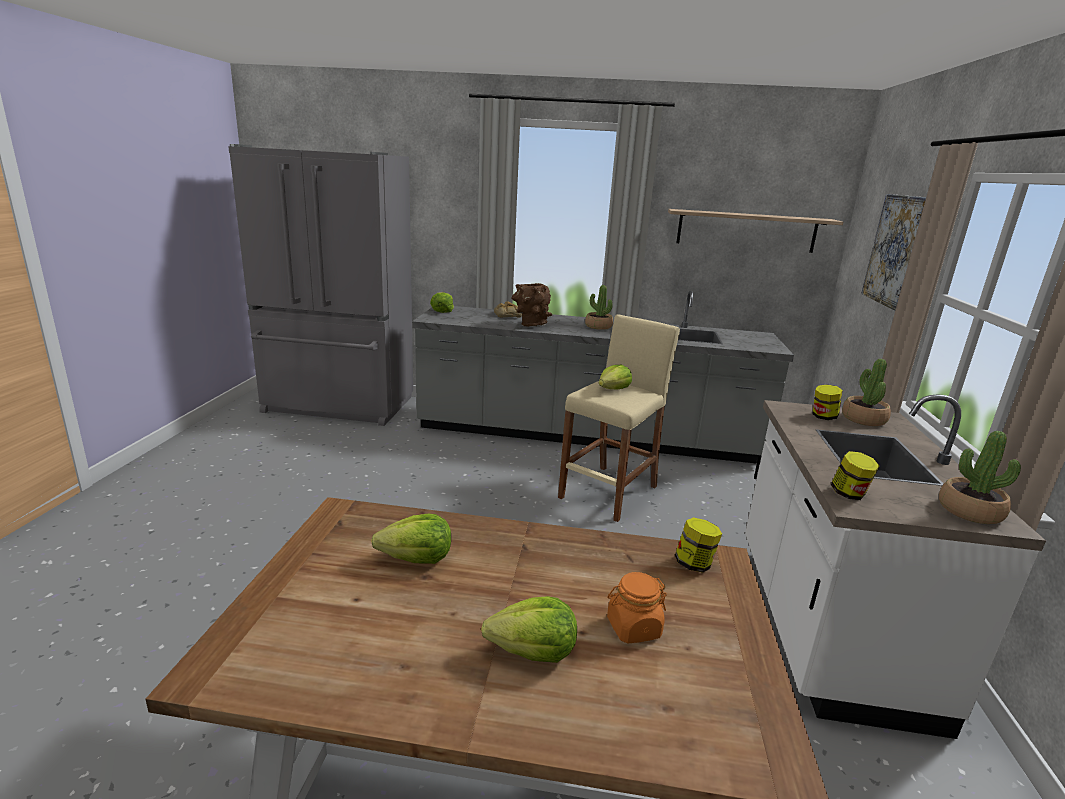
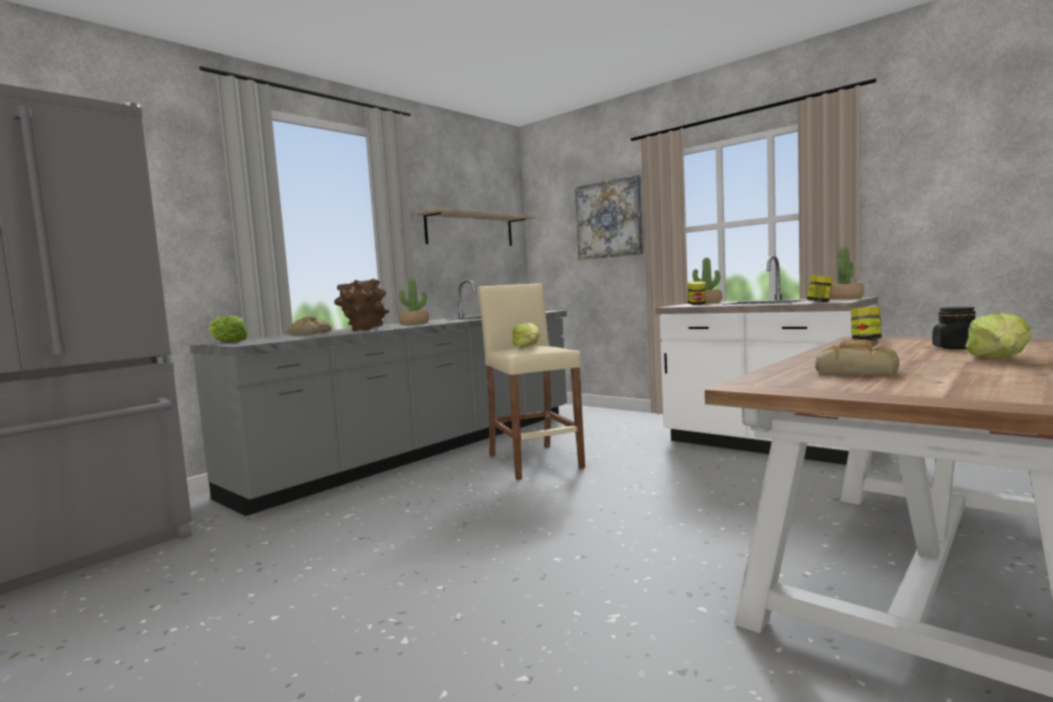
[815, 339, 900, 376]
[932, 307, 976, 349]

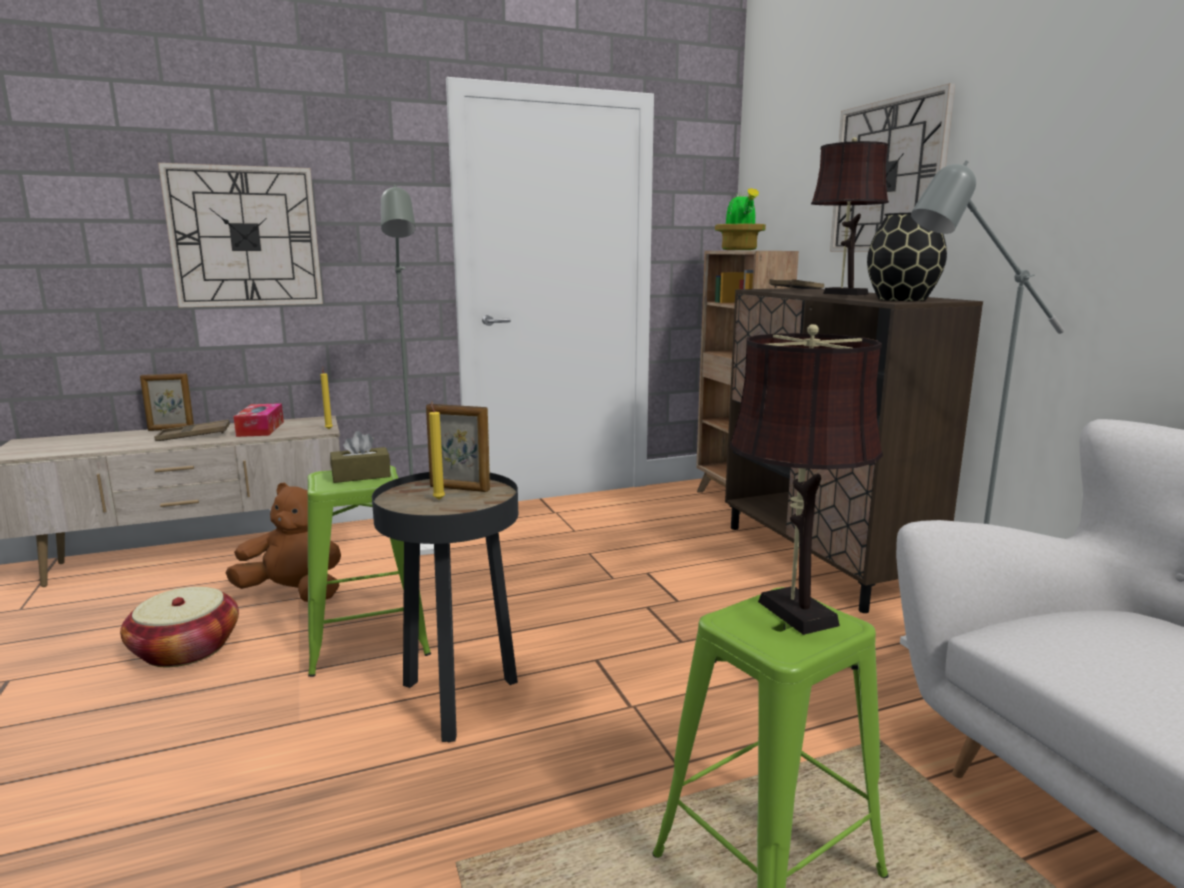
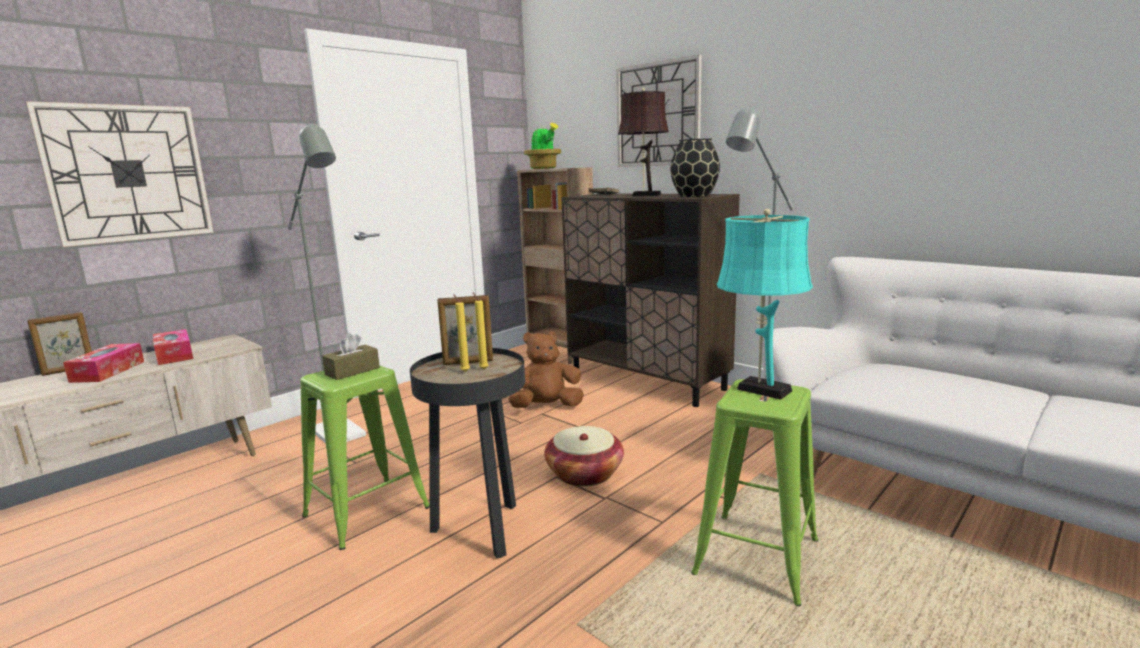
[63, 343, 144, 383]
[473, 293, 488, 369]
[508, 332, 584, 408]
[544, 426, 624, 487]
[717, 209, 813, 400]

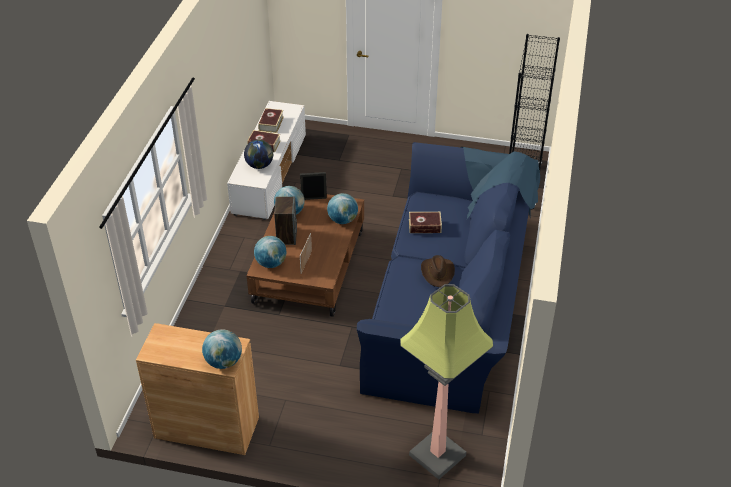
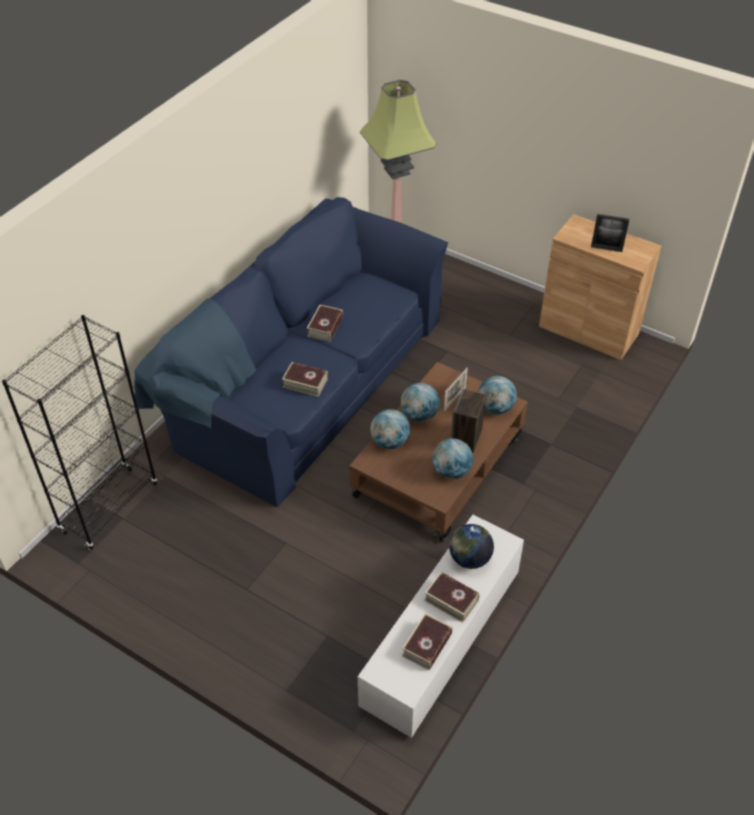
[307, 305, 343, 342]
[401, 383, 440, 422]
[591, 214, 629, 252]

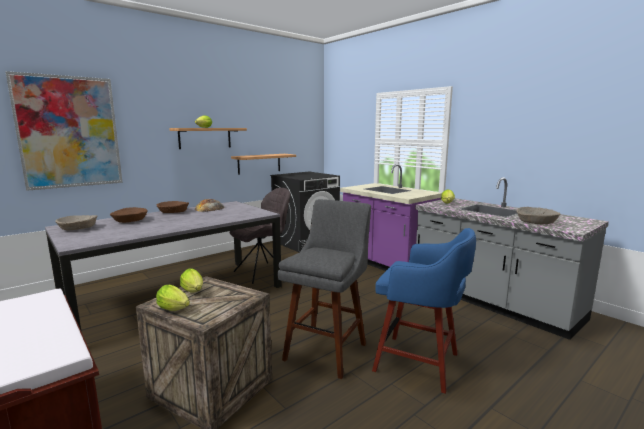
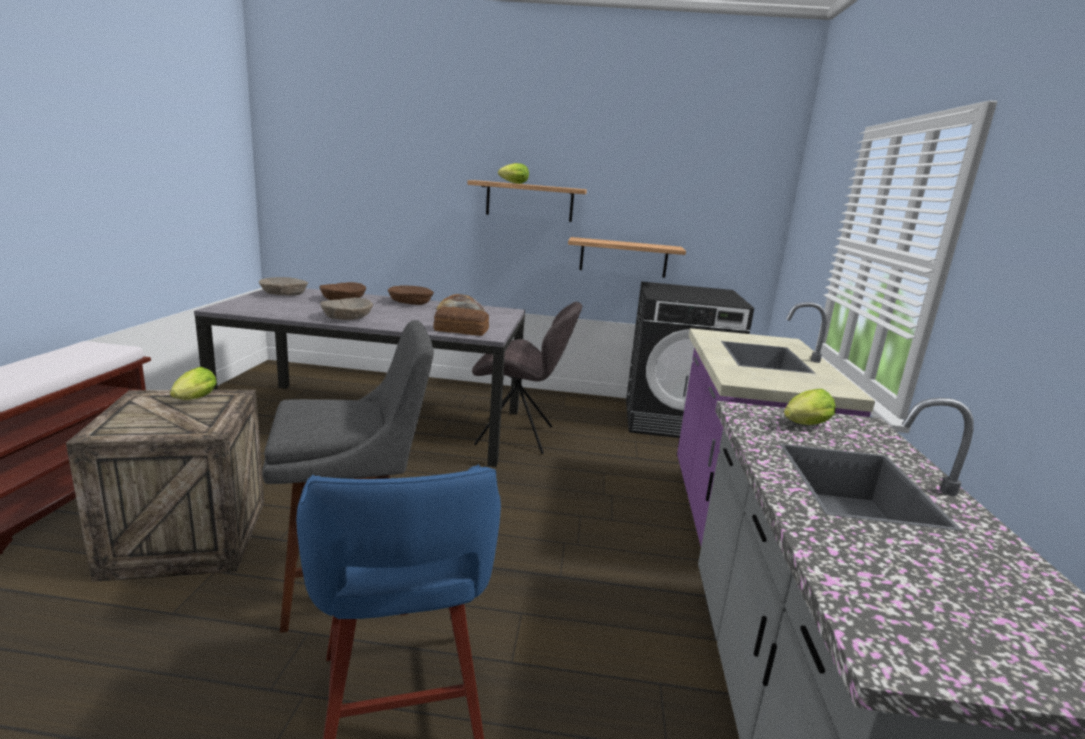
[320, 298, 373, 320]
[434, 307, 489, 336]
[5, 71, 123, 191] (first image)
[156, 285, 190, 311] (first image)

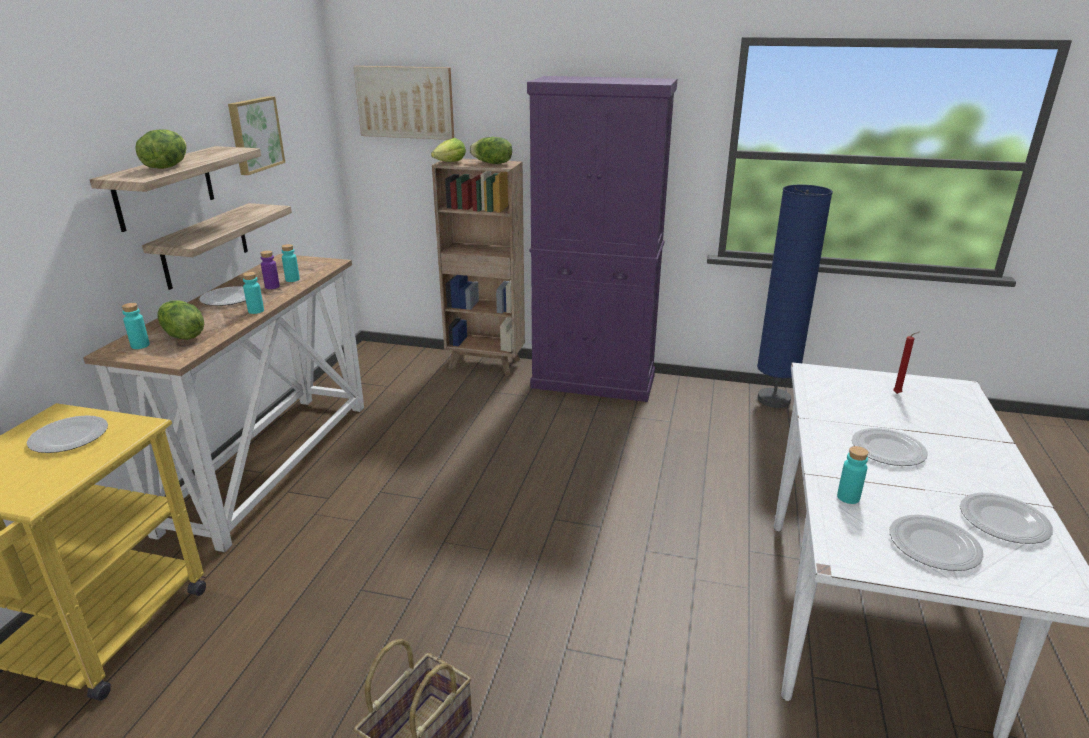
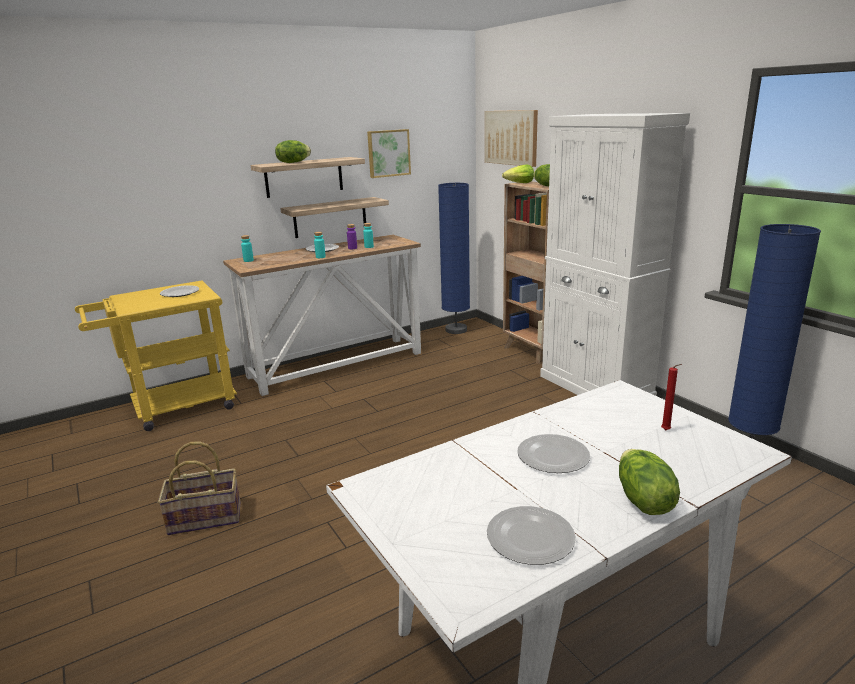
[438, 183, 470, 334]
[540, 113, 690, 396]
[619, 449, 680, 515]
[837, 446, 869, 504] (first image)
[889, 515, 984, 571] (first image)

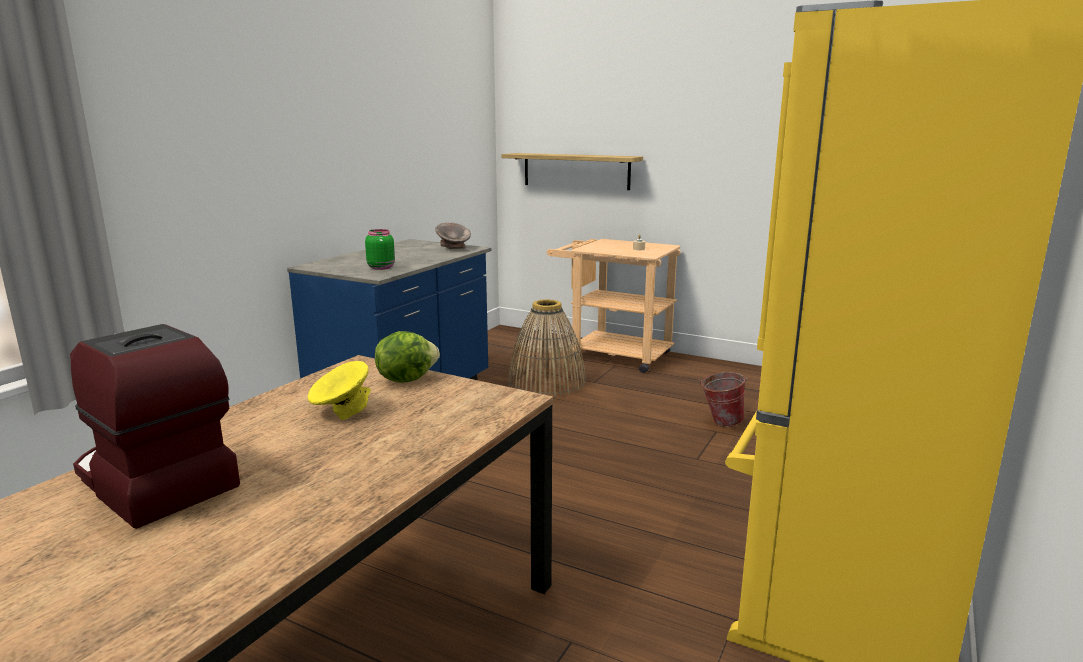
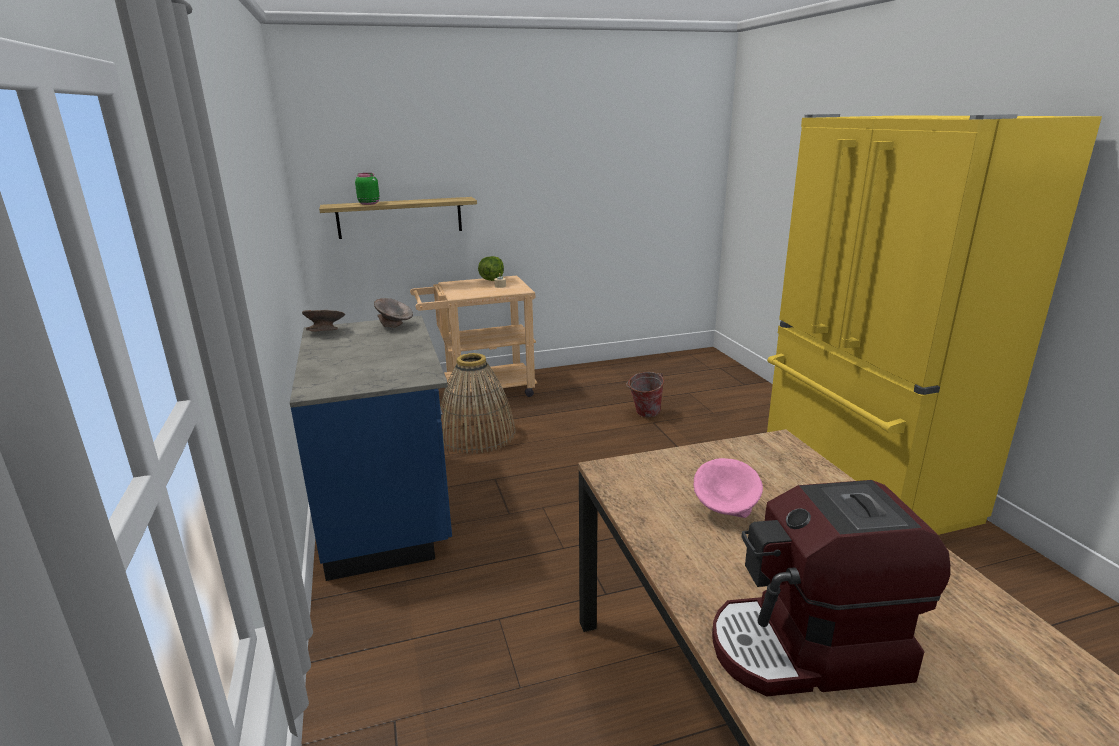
[302, 310, 345, 332]
[355, 173, 380, 205]
[478, 256, 504, 281]
[693, 458, 763, 518]

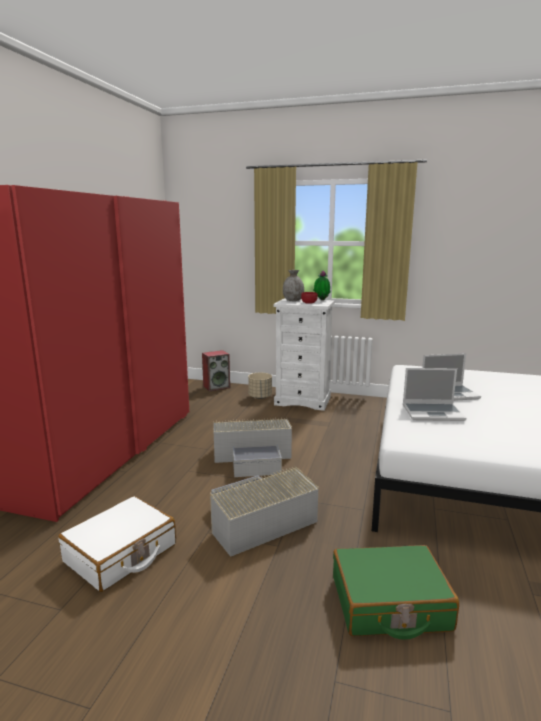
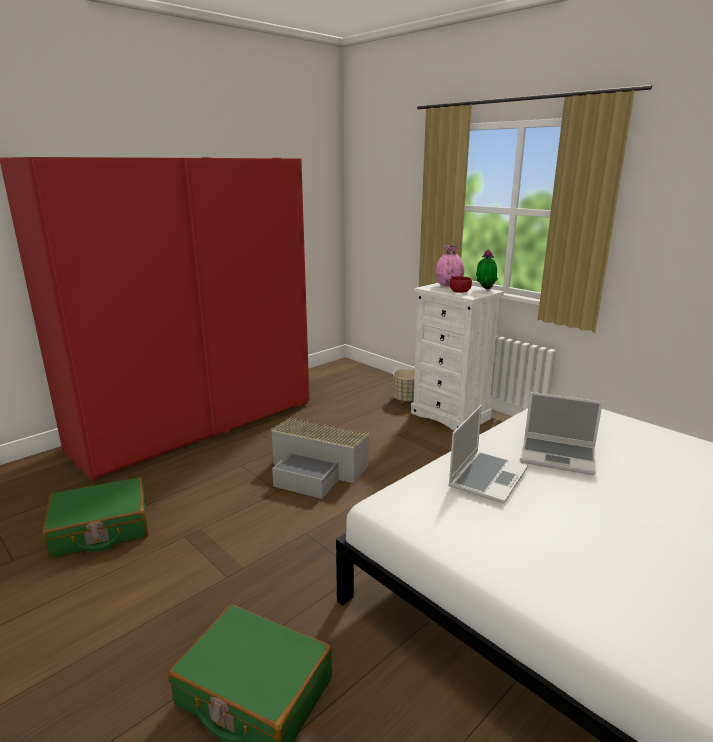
[42, 477, 148, 558]
[436, 245, 464, 287]
[448, 405, 528, 504]
[202, 350, 230, 392] (first image)
[210, 466, 319, 557] (first image)

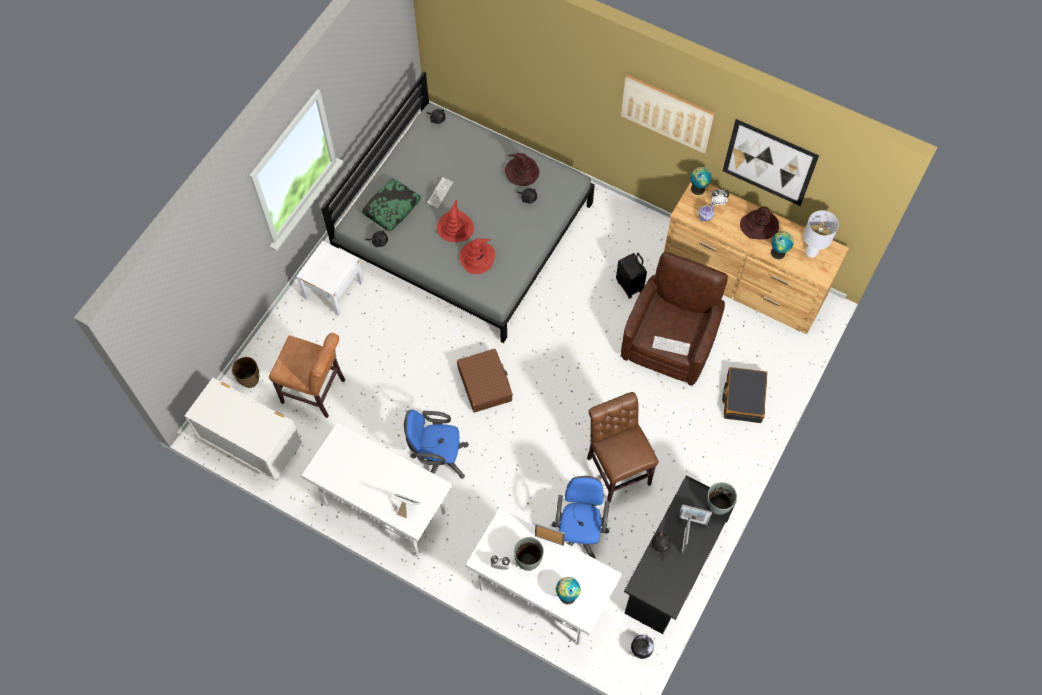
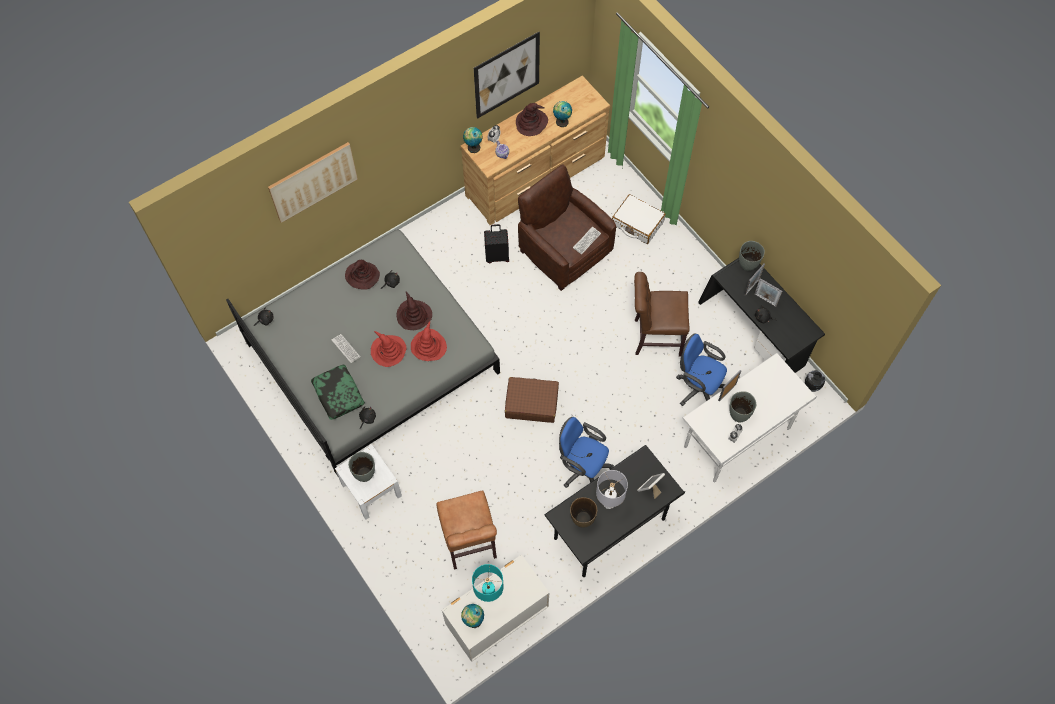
[268, 142, 358, 223]
[348, 452, 375, 482]
[396, 291, 432, 330]
[437, 491, 497, 570]
[461, 604, 484, 628]
[472, 564, 504, 602]
[544, 445, 685, 577]
[559, 417, 614, 488]
[570, 497, 597, 528]
[596, 470, 628, 509]
[612, 194, 666, 244]

